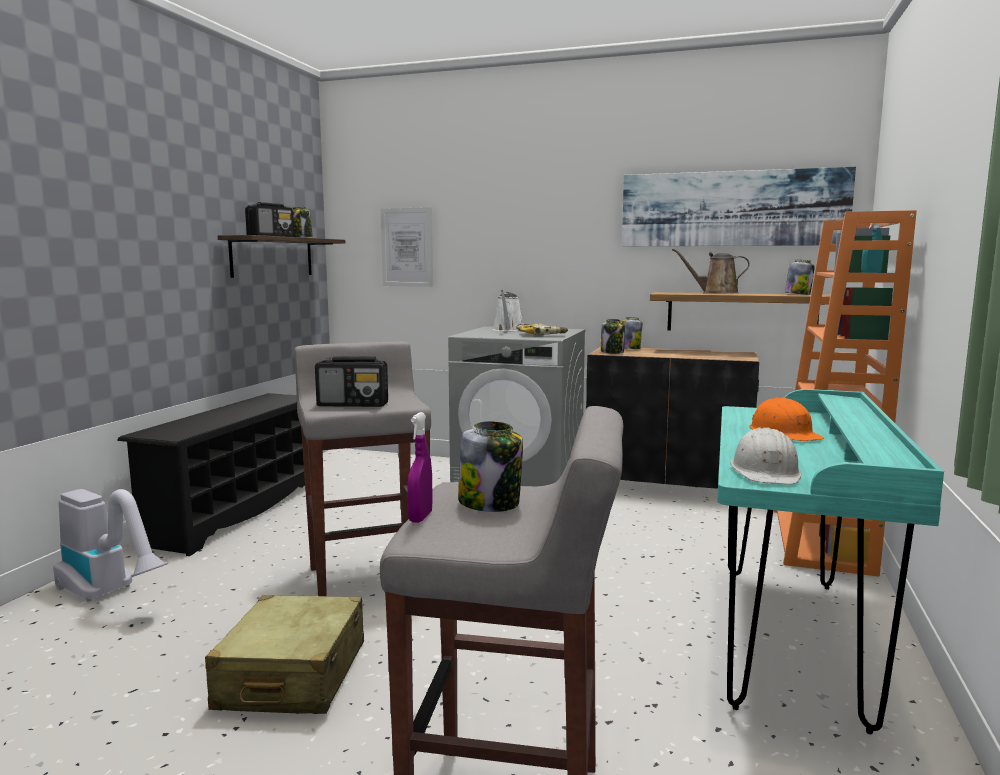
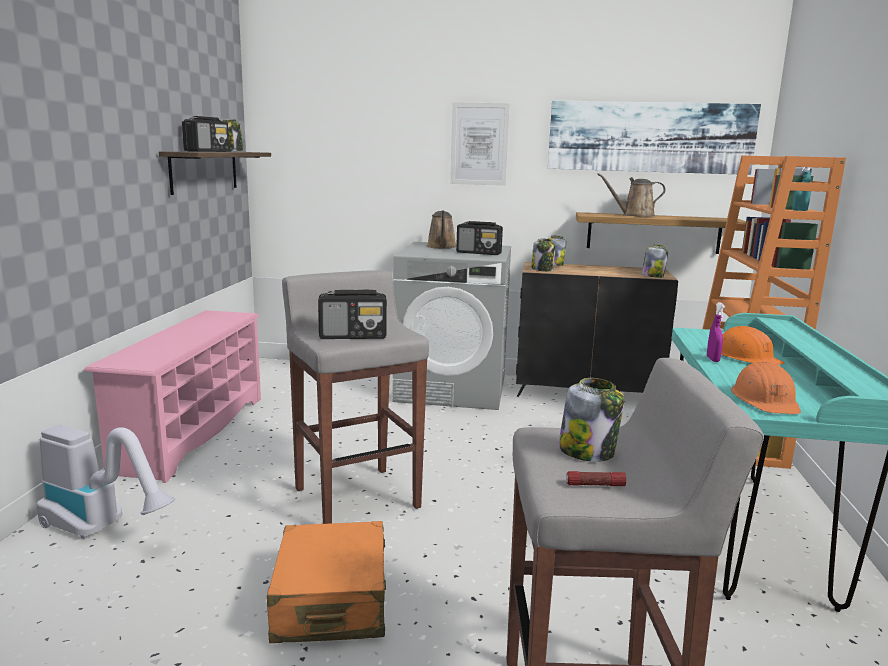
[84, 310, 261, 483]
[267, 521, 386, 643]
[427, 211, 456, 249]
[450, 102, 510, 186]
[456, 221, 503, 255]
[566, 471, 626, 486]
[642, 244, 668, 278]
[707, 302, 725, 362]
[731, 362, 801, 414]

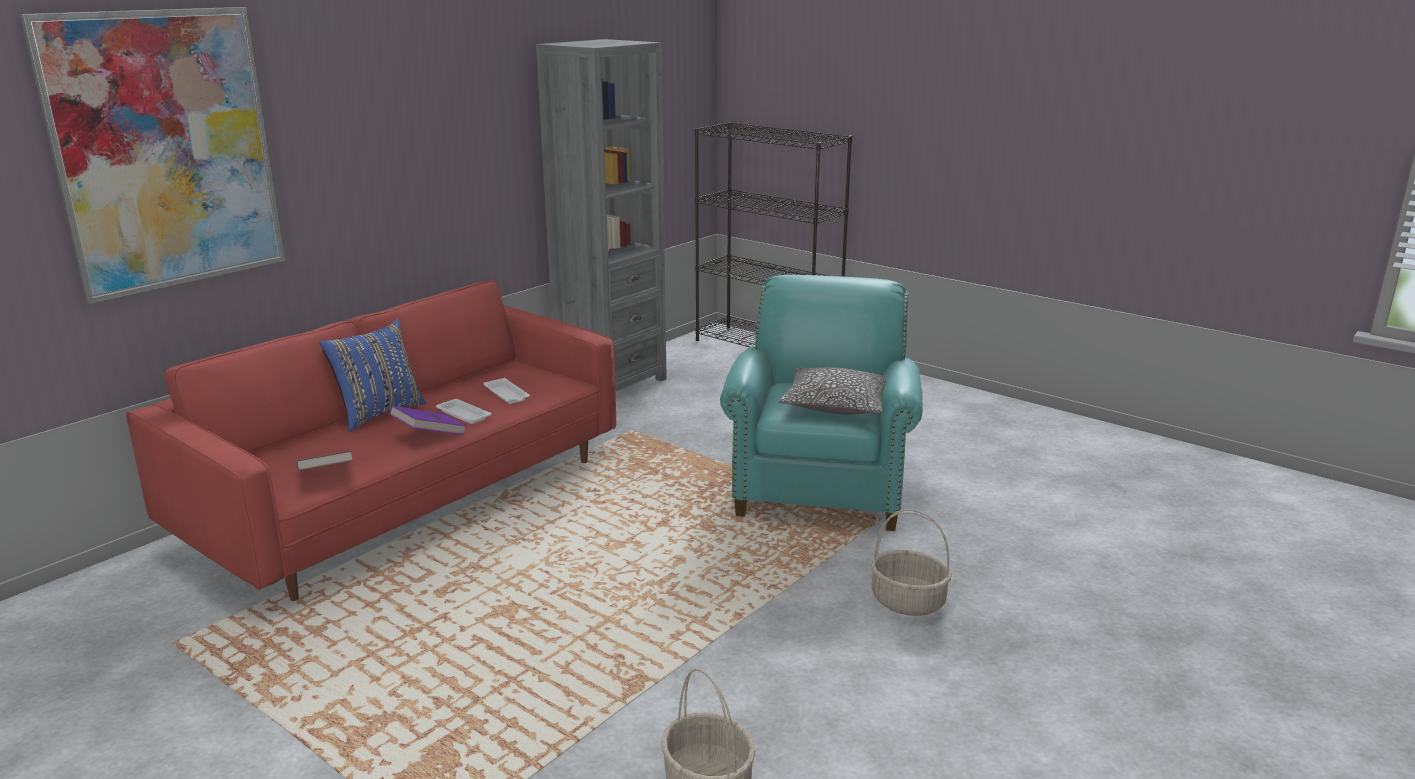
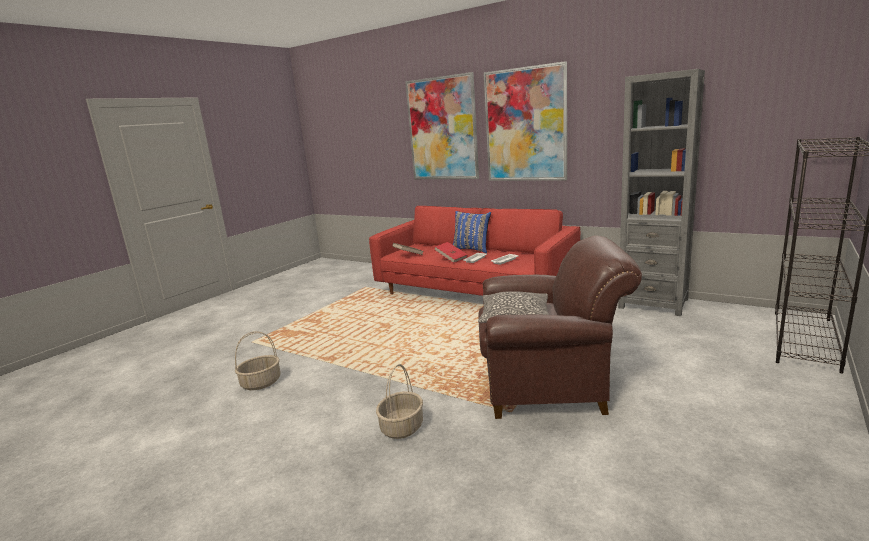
[435, 242, 468, 263]
[479, 236, 642, 419]
[484, 61, 567, 181]

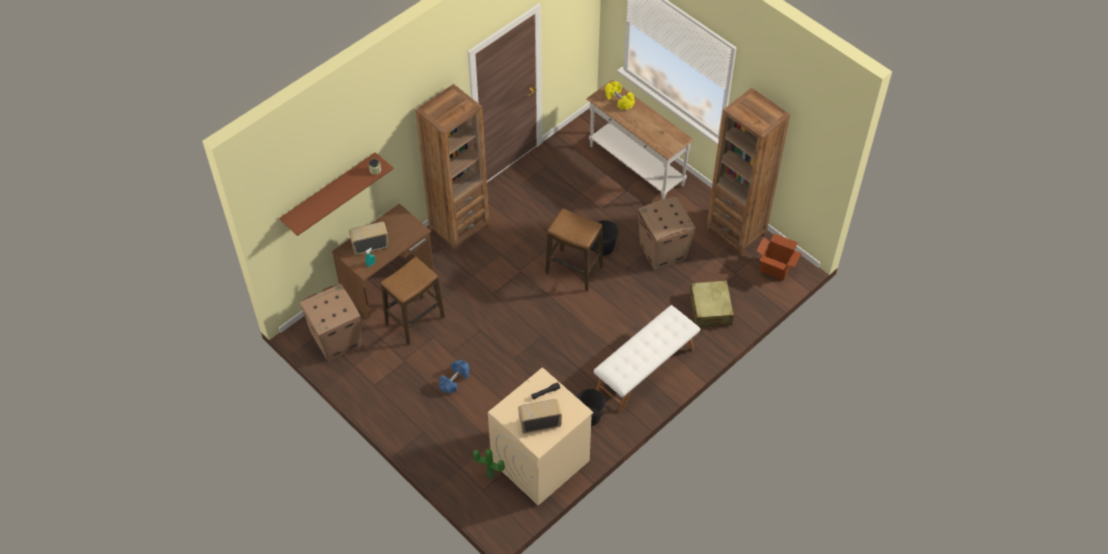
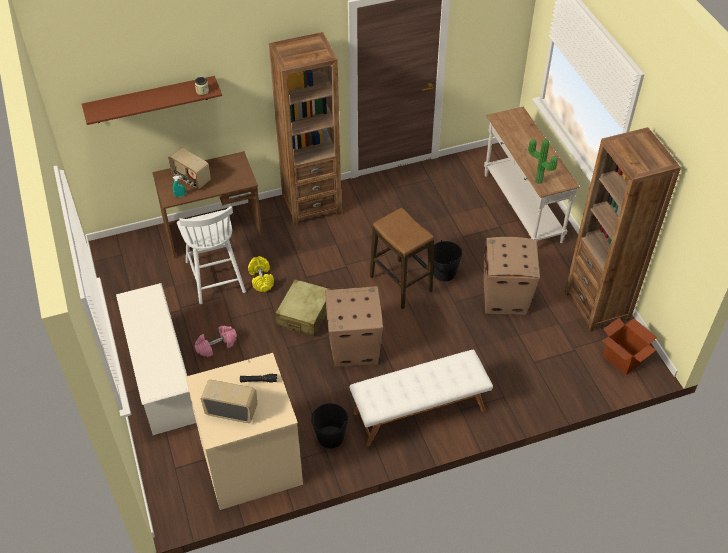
[116, 283, 196, 435]
[168, 148, 211, 189]
[177, 206, 246, 304]
[194, 325, 237, 357]
[248, 256, 274, 292]
[275, 279, 329, 337]
[325, 286, 383, 367]
[528, 139, 558, 184]

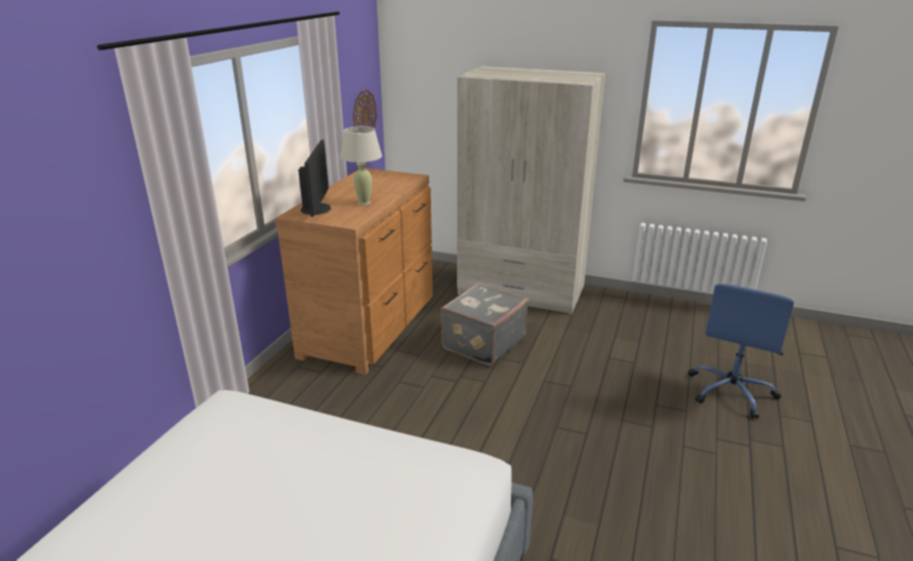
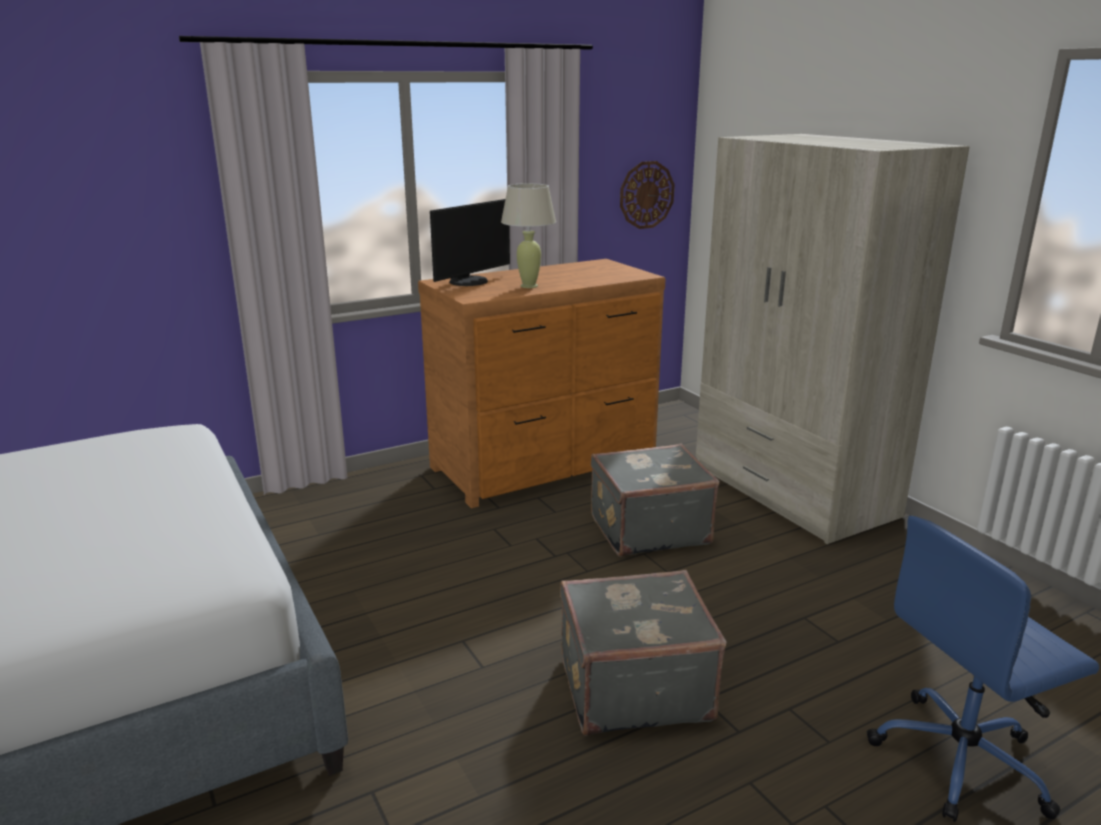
[560, 570, 727, 736]

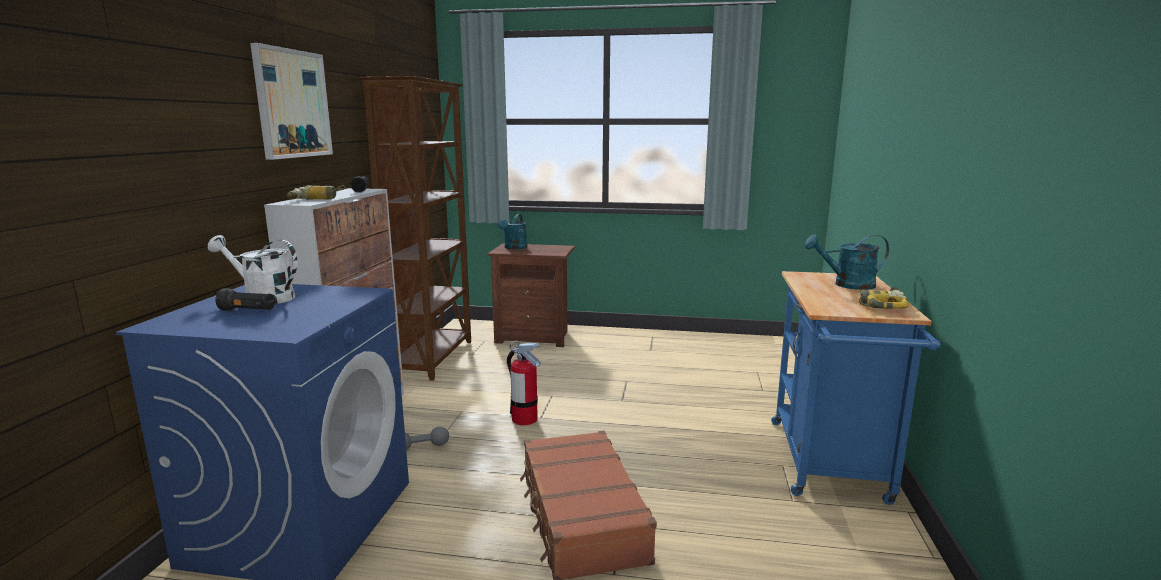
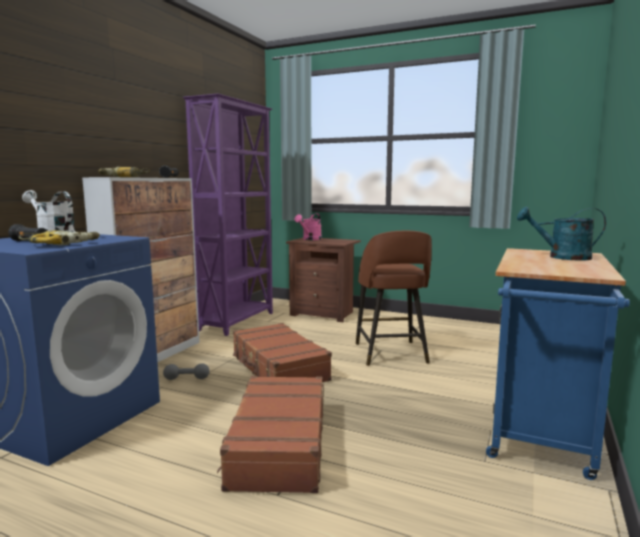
[18, 230, 100, 245]
[183, 94, 273, 336]
[233, 323, 332, 382]
[294, 213, 322, 240]
[356, 231, 432, 366]
[250, 43, 333, 160] (first image)

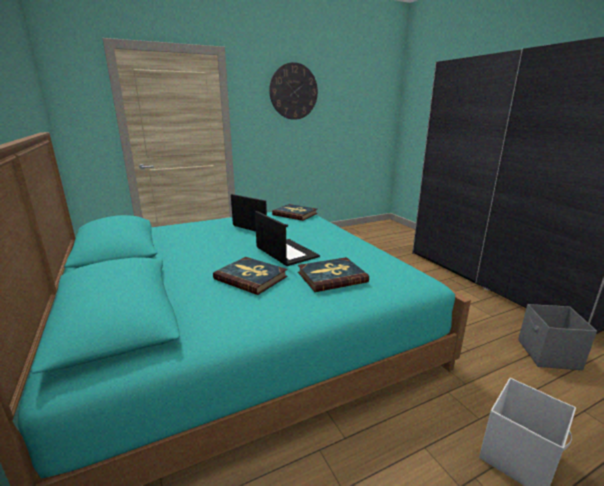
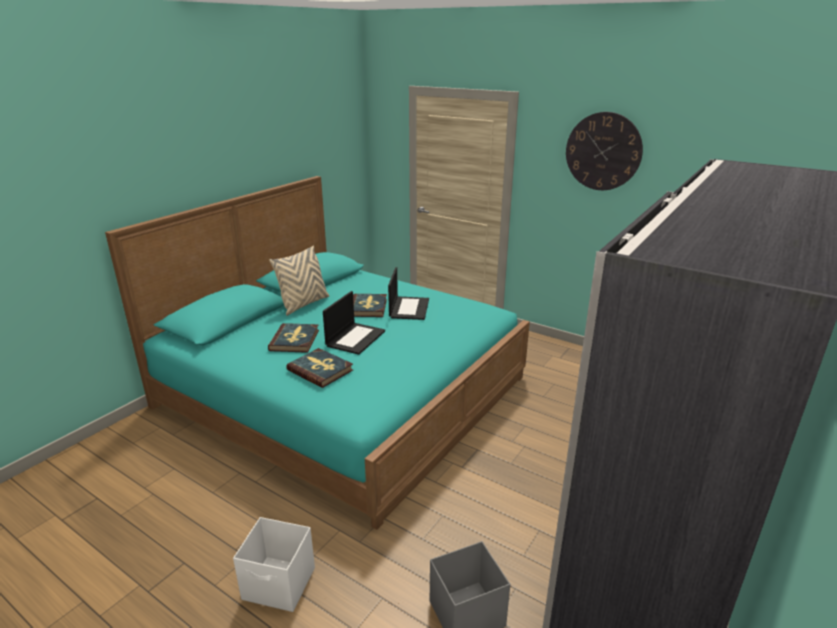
[269, 246, 329, 316]
[353, 294, 387, 317]

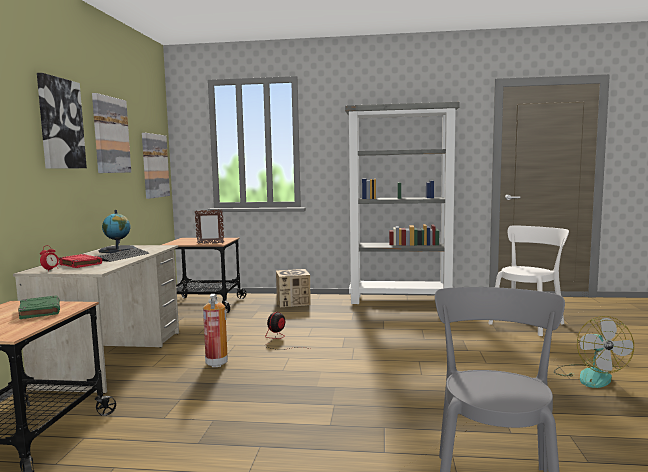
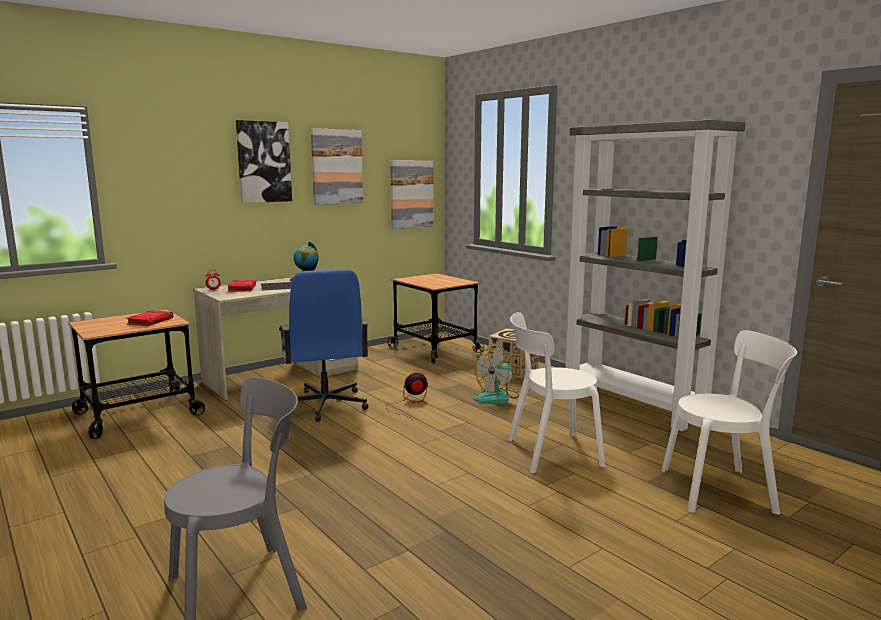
[126, 310, 174, 326]
[279, 269, 369, 422]
[474, 346, 519, 404]
[508, 312, 605, 473]
[195, 209, 224, 244] (first image)

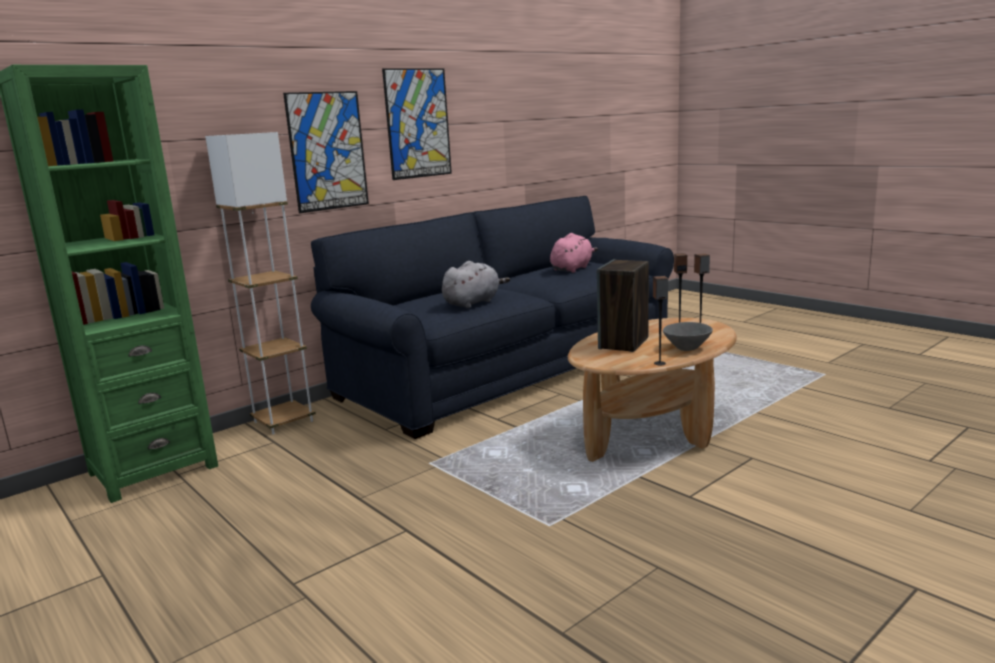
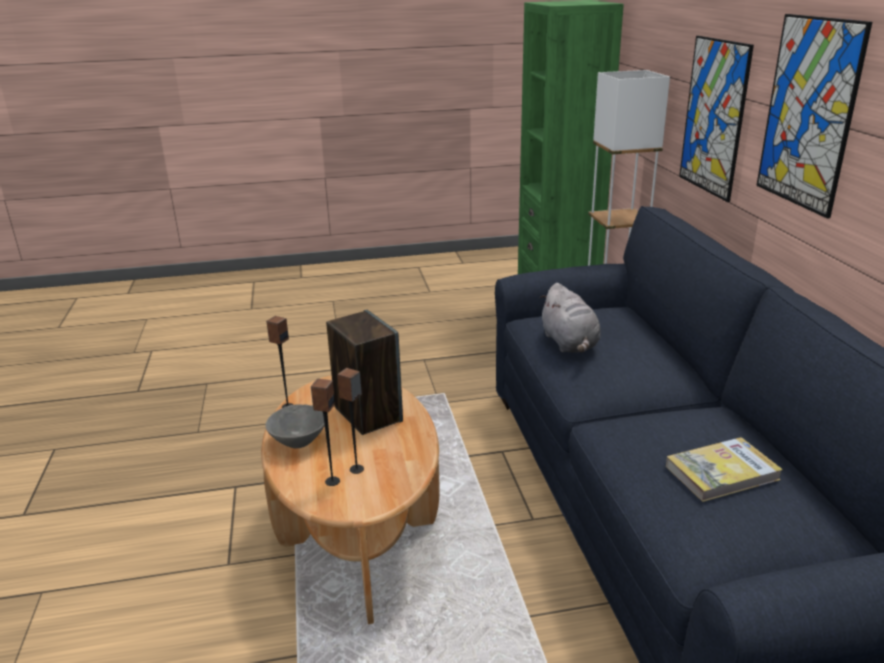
[666, 437, 783, 502]

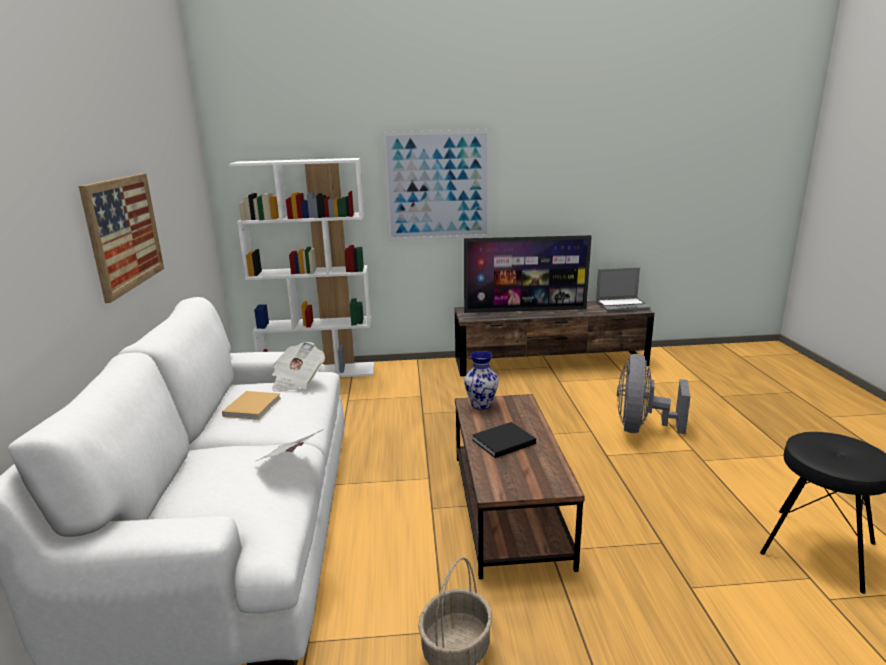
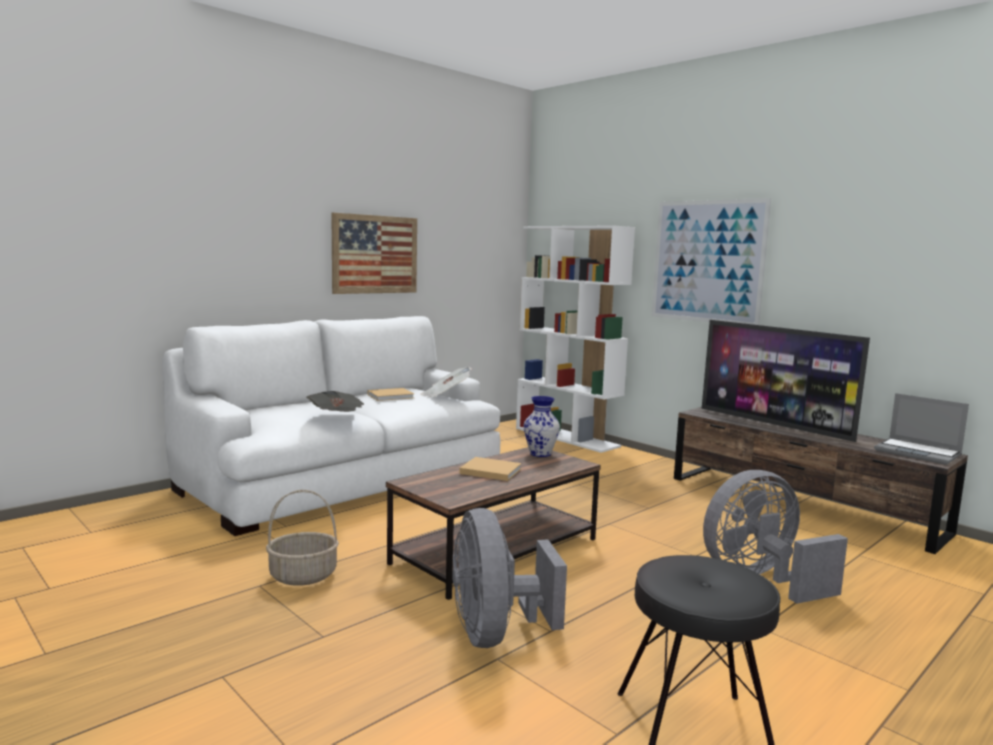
[452, 508, 567, 648]
[459, 457, 522, 481]

